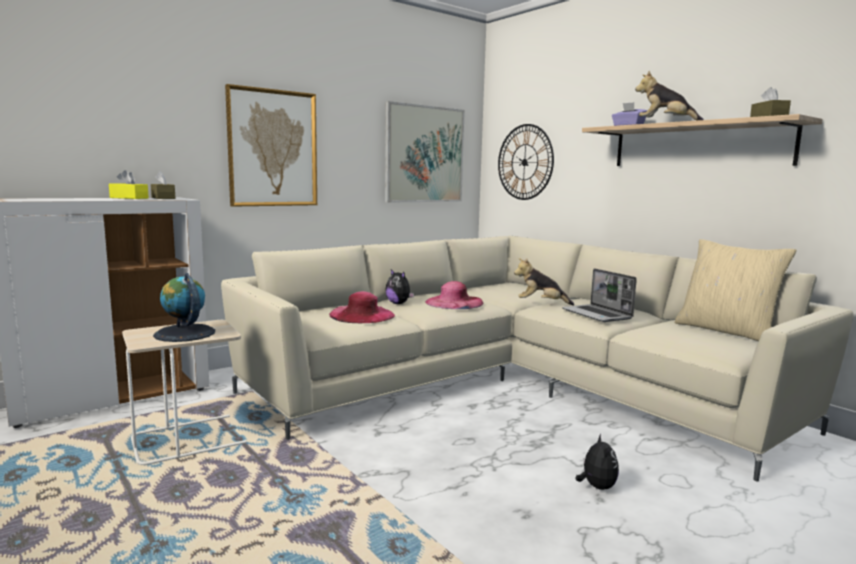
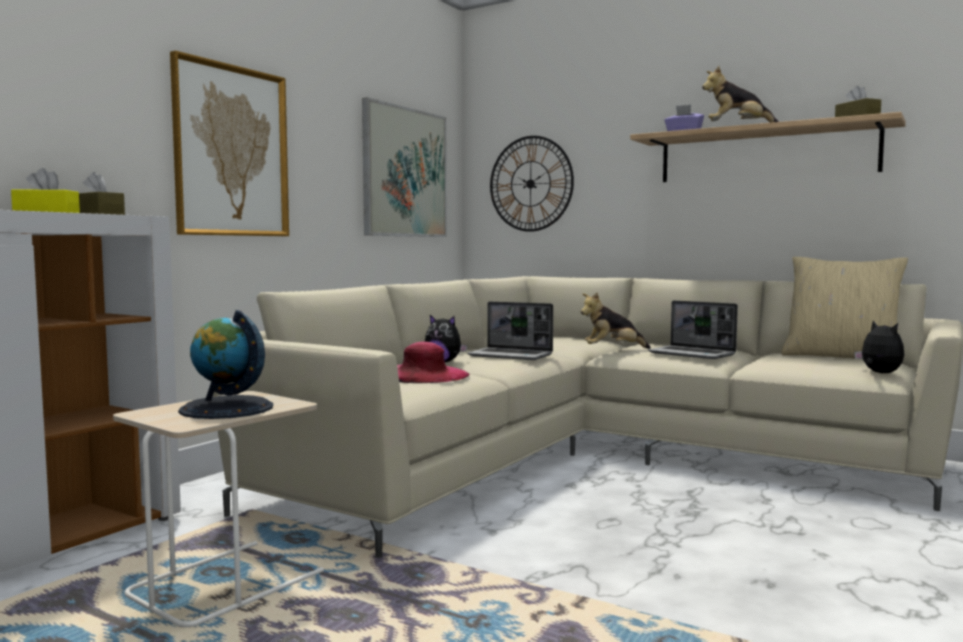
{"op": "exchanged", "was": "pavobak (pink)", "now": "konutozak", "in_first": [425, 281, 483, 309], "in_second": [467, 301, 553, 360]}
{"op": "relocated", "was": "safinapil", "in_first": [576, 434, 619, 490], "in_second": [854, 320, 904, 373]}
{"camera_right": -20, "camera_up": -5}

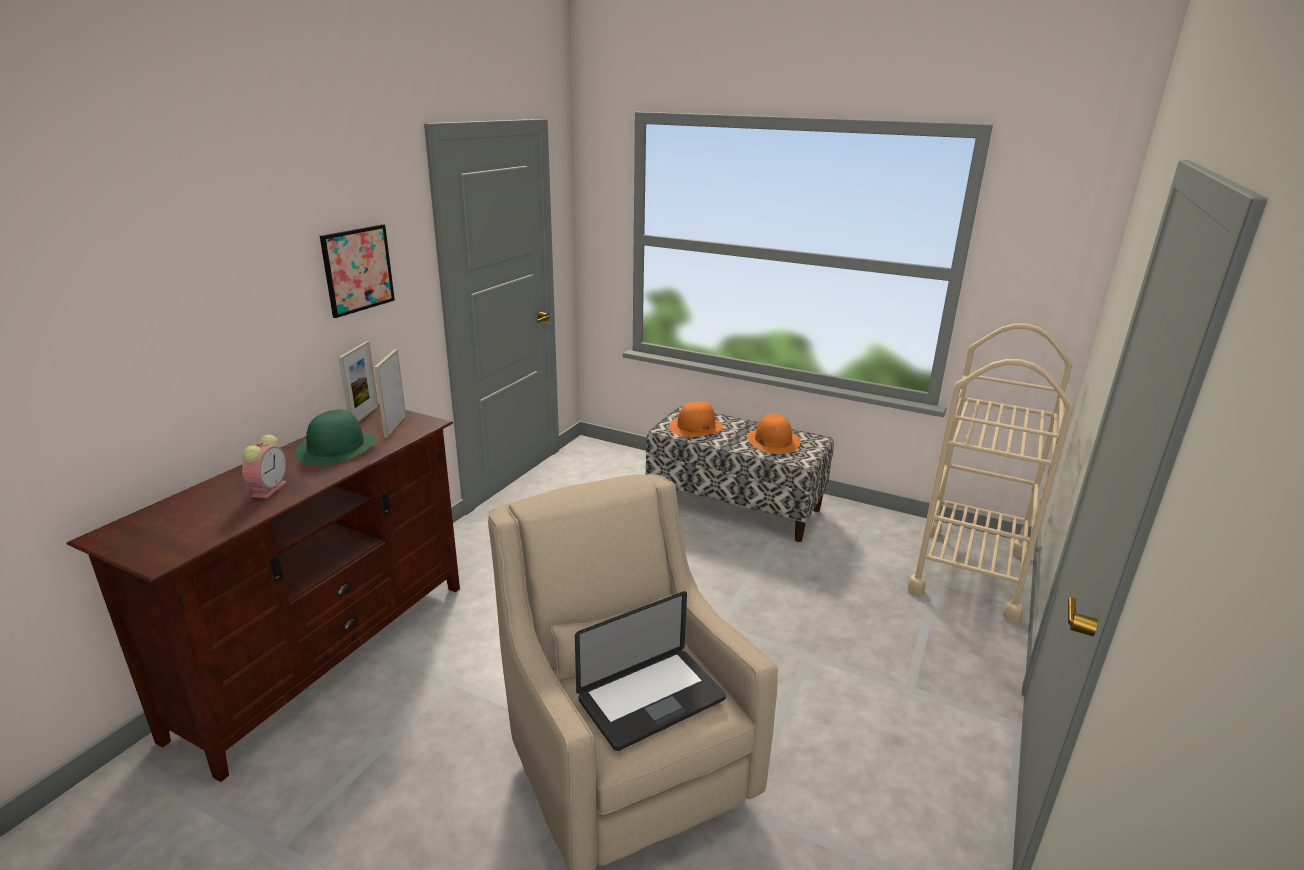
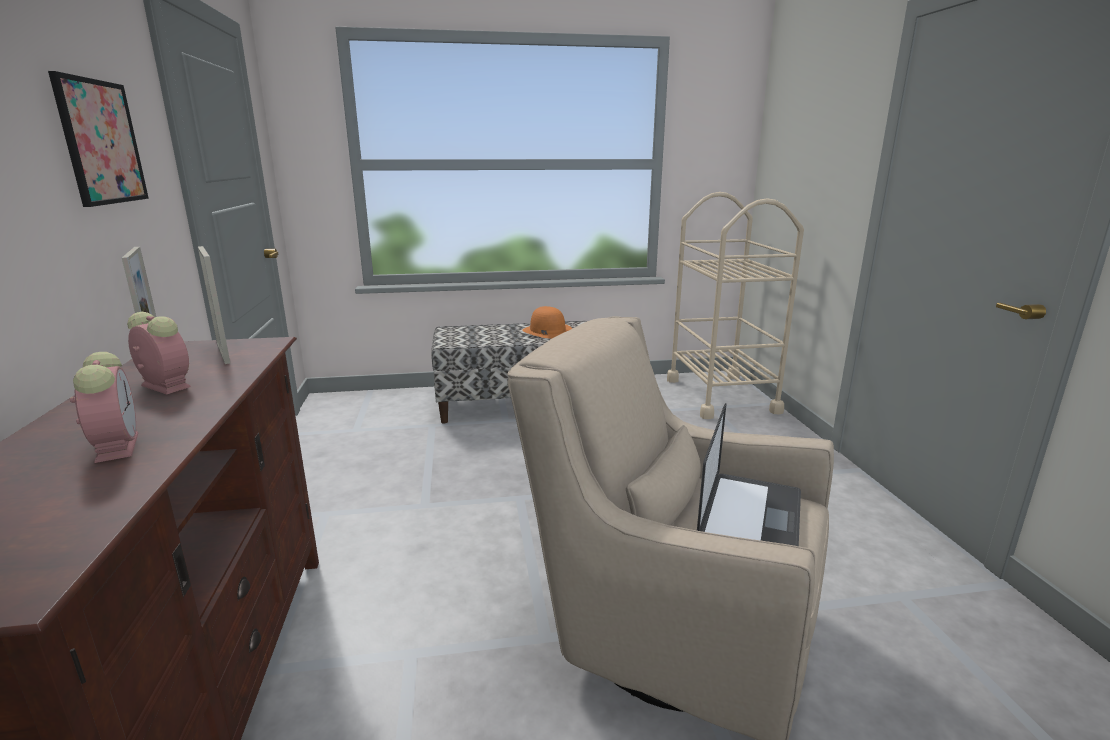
{"op": "exchanged", "was": "pavobak (green)", "now": "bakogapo", "in_first": [295, 410, 376, 466], "in_second": [127, 312, 191, 395]}
{"op": "missing", "was": "pavobak (orange)", "in_first": [669, 401, 723, 437]}
{"camera_right": -35, "camera_up": -5}

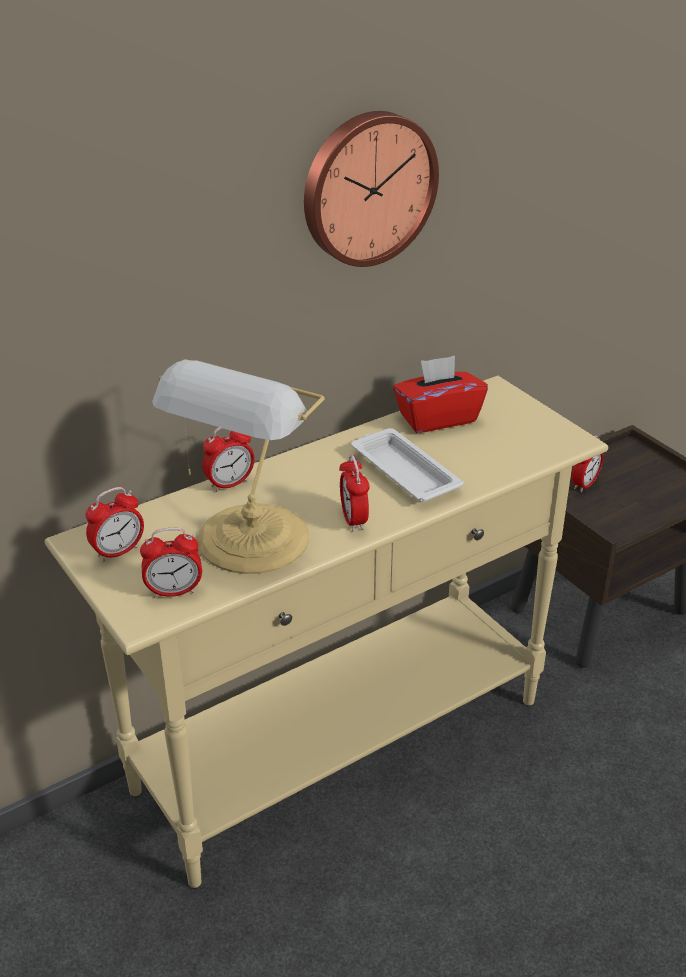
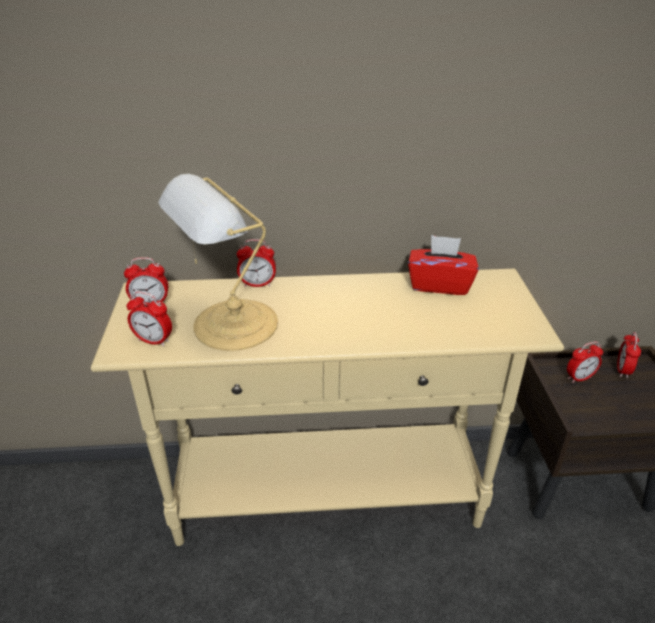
{"op": "missing", "was": "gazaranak", "in_first": [304, 111, 439, 267]}
{"op": "relocated", "was": "bakogapo", "in_first": [339, 455, 370, 531], "in_second": [617, 332, 641, 378]}
{"op": "missing", "was": "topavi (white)", "in_first": [351, 428, 464, 502]}
{"camera_right": 30, "camera_up": 0}

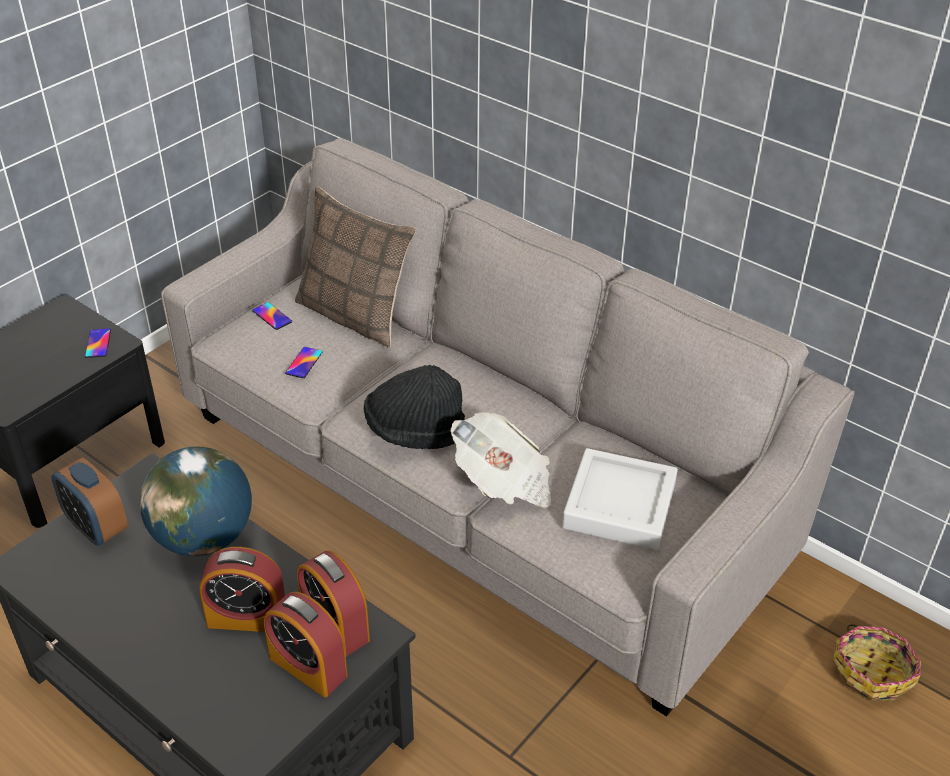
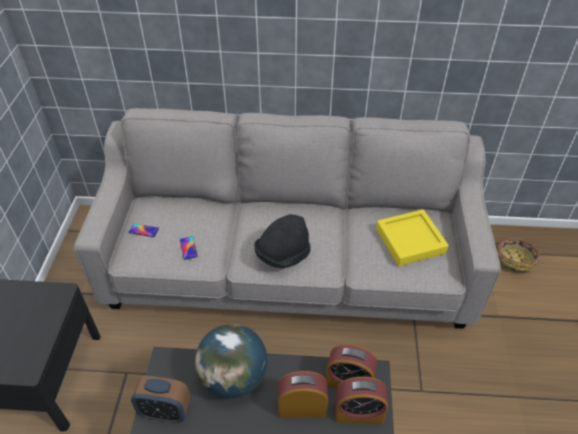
{"op": "missing", "was": "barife", "in_first": [85, 328, 111, 358]}
{"op": "spun", "was": "bakogapo", "in_first": [199, 547, 285, 632], "in_second": [278, 371, 328, 418], "clockwise": -150}
{"op": "missing", "was": "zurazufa", "in_first": [295, 186, 416, 347]}
{"op": "missing", "was": "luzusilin", "in_first": [451, 412, 551, 507]}
{"op": "colour", "was": "topavi (grey)", "now": "topavi (yellow)", "in_first": [562, 448, 678, 550], "in_second": [376, 209, 449, 266]}
{"camera_right": -35, "camera_up": 5}

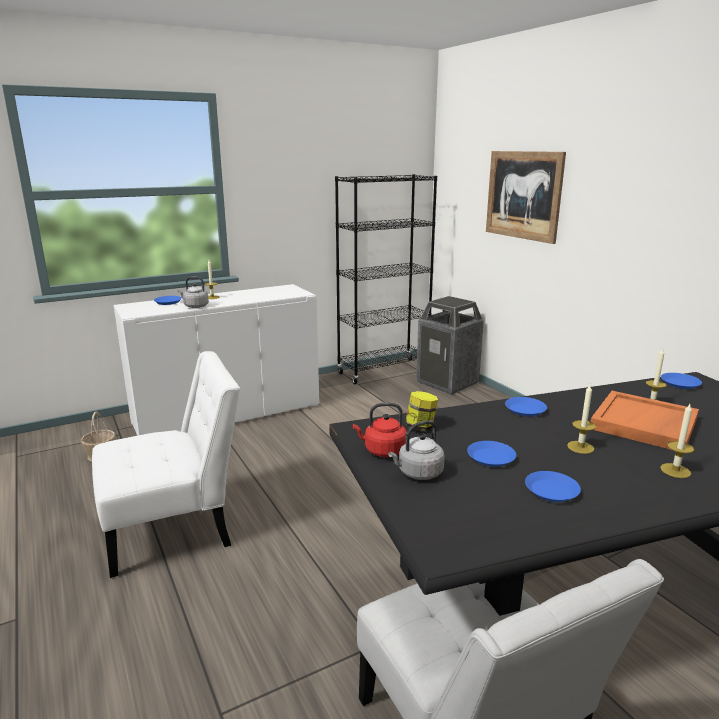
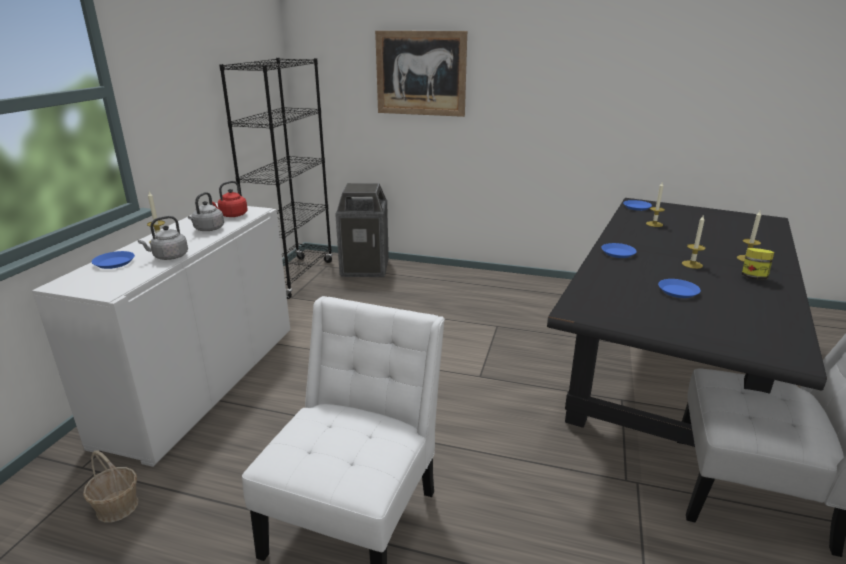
{"op": "relocated", "was": "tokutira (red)", "in_first": [353, 403, 407, 457], "in_second": [212, 181, 248, 217]}
{"op": "relocated", "was": "tokutira (grey)", "in_first": [388, 420, 445, 480], "in_second": [188, 192, 224, 231]}
{"op": "relocated", "was": "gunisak", "in_first": [406, 391, 438, 431], "in_second": [741, 248, 774, 280]}
{"op": "missing", "was": "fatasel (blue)", "in_first": [525, 471, 581, 502]}
{"op": "missing", "was": "topavi (orange)", "in_first": [590, 391, 699, 449]}
{"camera_right": -45, "camera_up": 5}

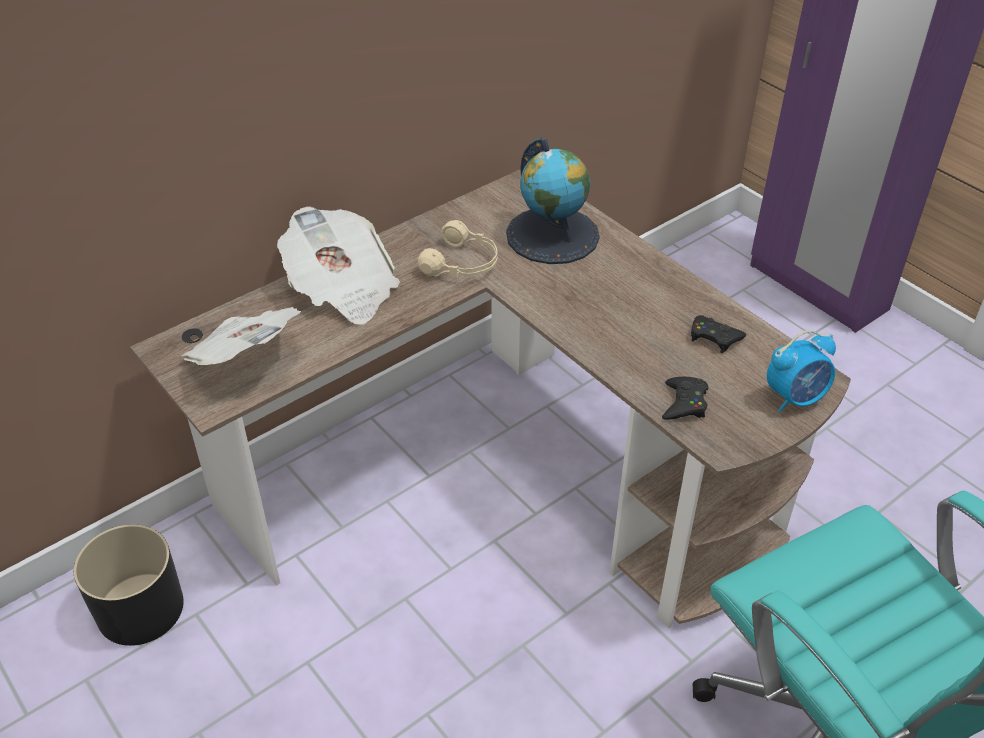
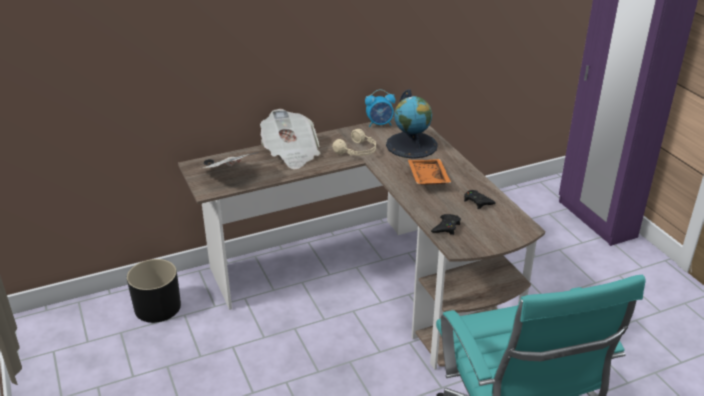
{"op": "relocated", "was": "bakogapo", "in_first": [767, 330, 836, 413], "in_second": [365, 89, 395, 128]}
{"op": "appeared", "now": "topavi (orange)", "in_second": [408, 159, 451, 185]}
{"camera_right": 15, "camera_up": -10}

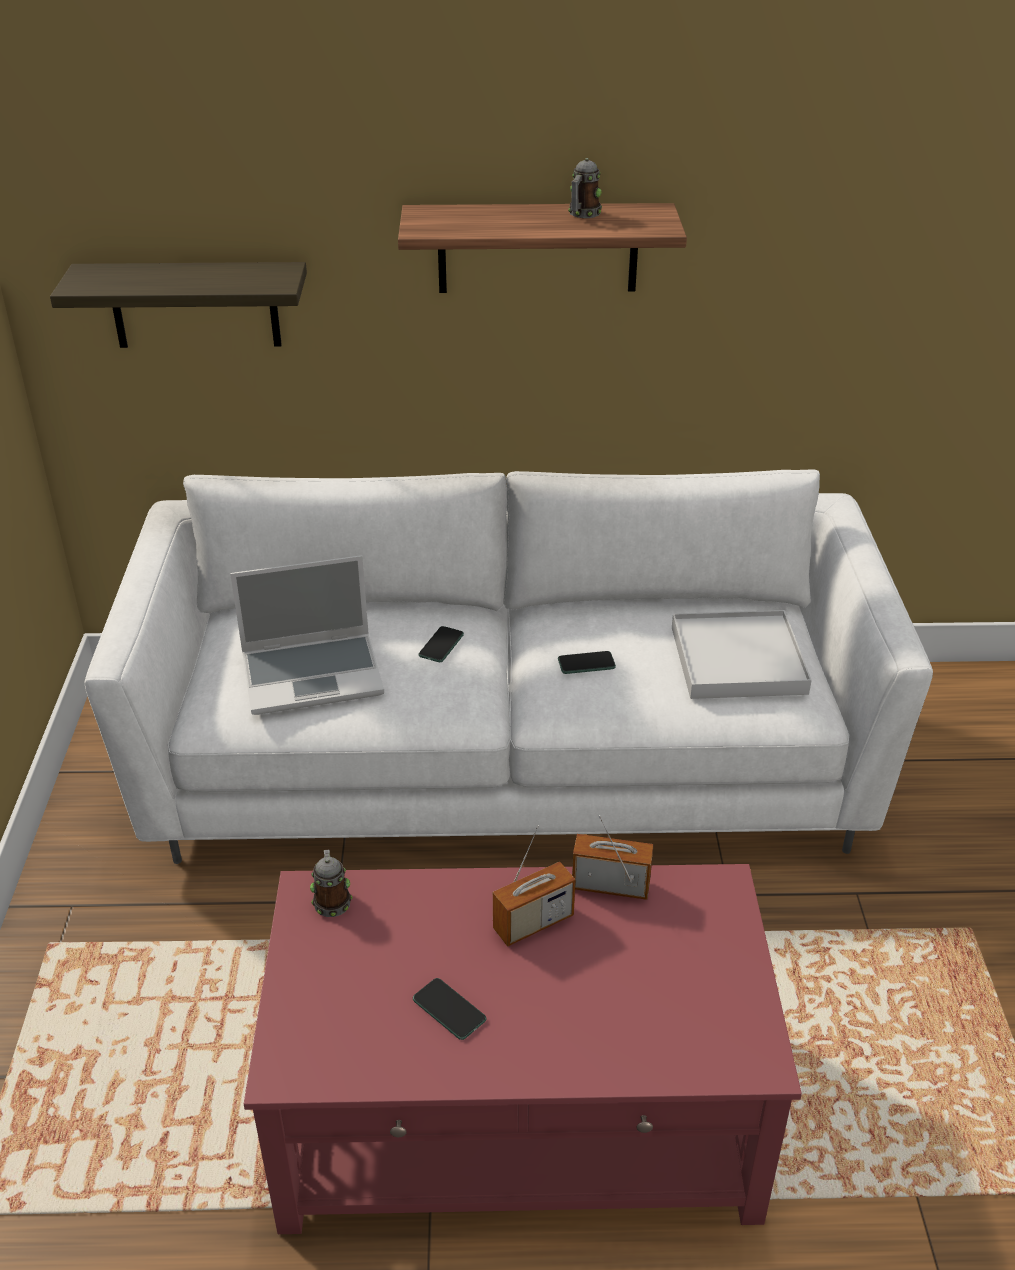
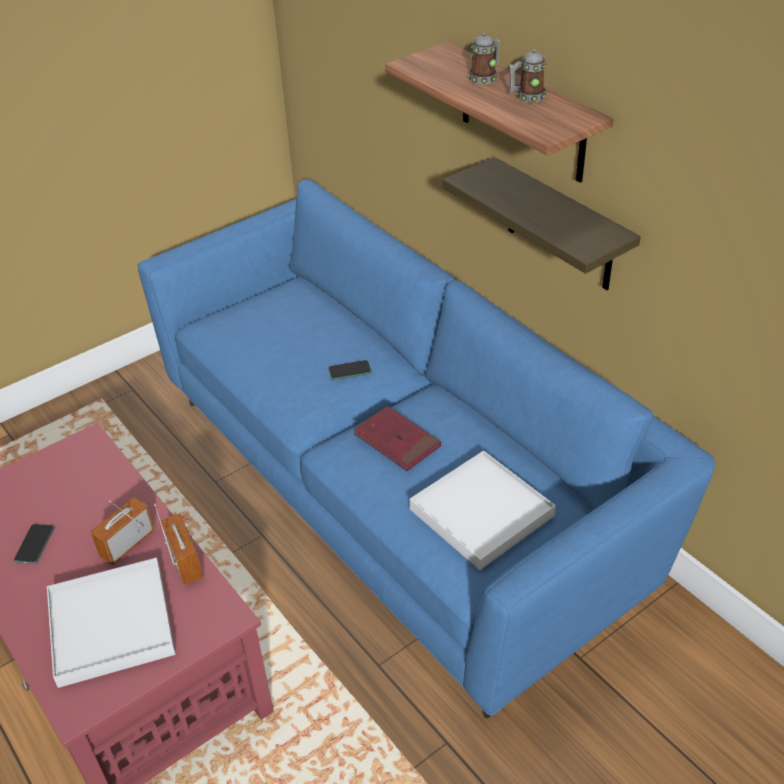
{"op": "relocated", "was": "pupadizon", "in_first": [50, 262, 307, 348], "in_second": [442, 157, 641, 290]}
{"op": "colour", "was": "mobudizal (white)", "now": "mobudizal (blue)", "in_first": [85, 470, 933, 864], "in_second": [137, 179, 715, 718]}
{"op": "missing", "was": "konutozak", "in_first": [230, 555, 384, 715]}
{"op": "relocated", "was": "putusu", "in_first": [310, 849, 352, 917], "in_second": [468, 33, 500, 85]}
{"op": "spun", "was": "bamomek", "in_first": [493, 825, 575, 946], "in_second": [90, 497, 154, 565], "clockwise": 105}
{"op": "exchanged", "was": "barife", "now": "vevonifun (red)", "in_first": [558, 651, 616, 674], "in_second": [354, 406, 441, 471]}
{"op": "appeared", "now": "topavi (white)", "in_second": [47, 558, 176, 688]}
{"camera_right": 55, "camera_up": 5}

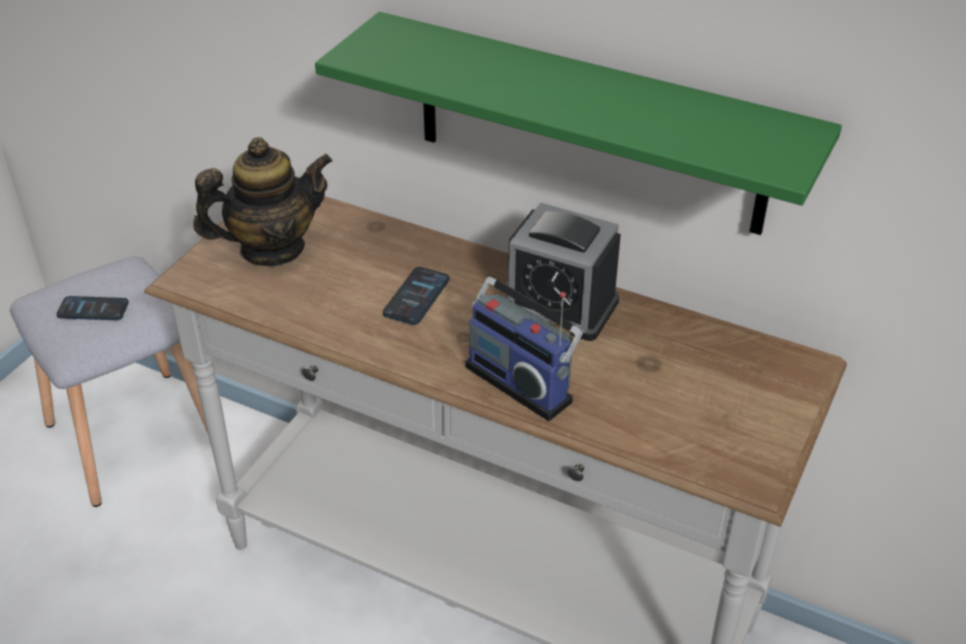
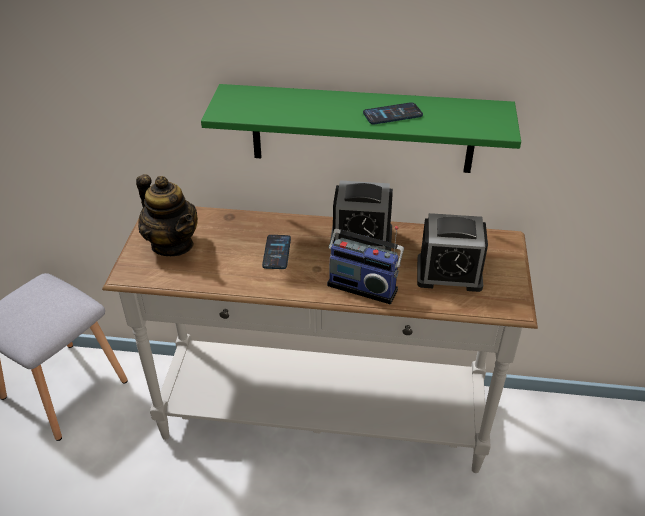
{"op": "relocated", "was": "barife", "in_first": [56, 296, 129, 320], "in_second": [363, 102, 423, 124]}
{"op": "spun", "was": "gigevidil", "in_first": [193, 137, 332, 266], "in_second": [136, 174, 198, 256], "clockwise": 90}
{"op": "appeared", "now": "bakogapo", "in_second": [417, 213, 488, 292]}
{"camera_right": -20, "camera_up": 0}

